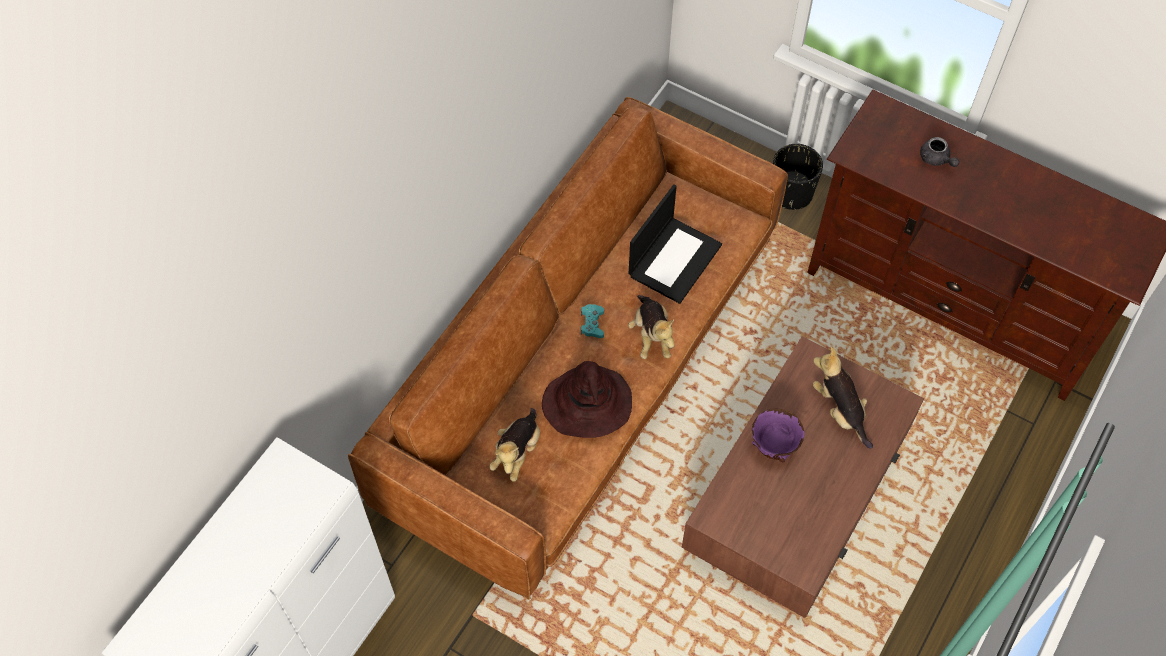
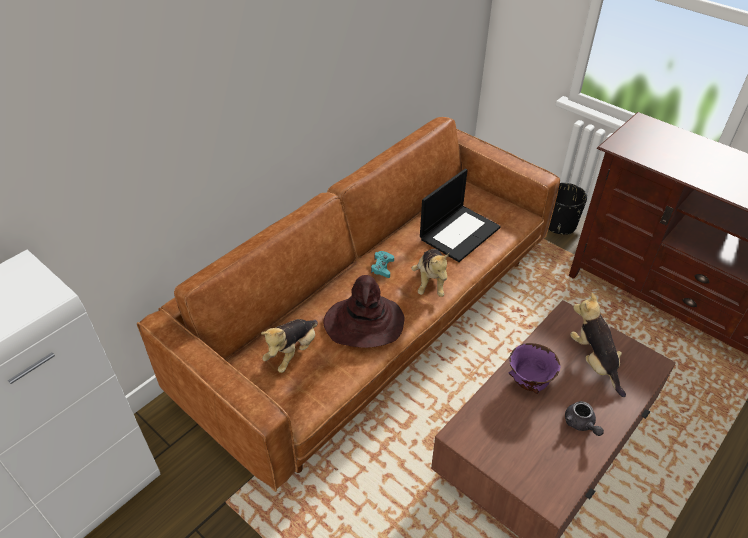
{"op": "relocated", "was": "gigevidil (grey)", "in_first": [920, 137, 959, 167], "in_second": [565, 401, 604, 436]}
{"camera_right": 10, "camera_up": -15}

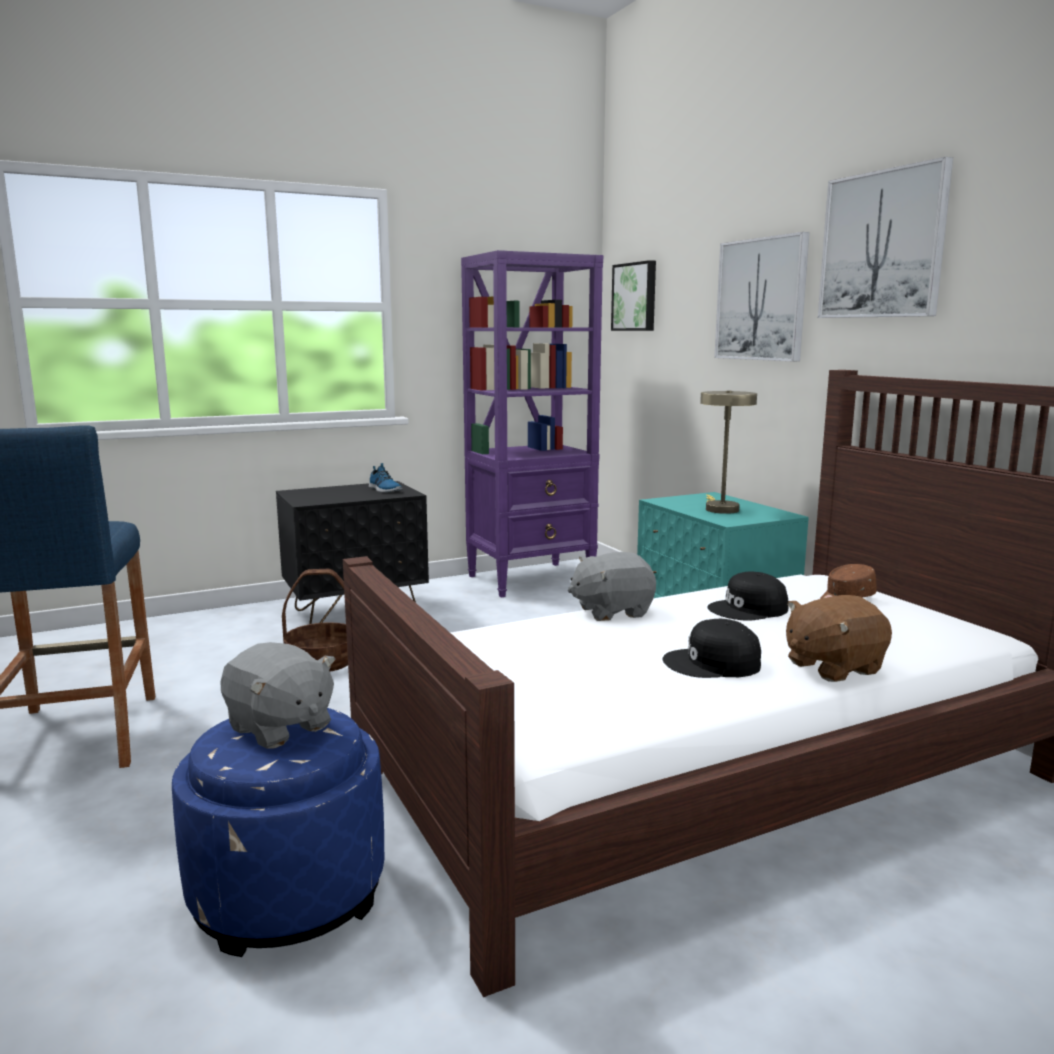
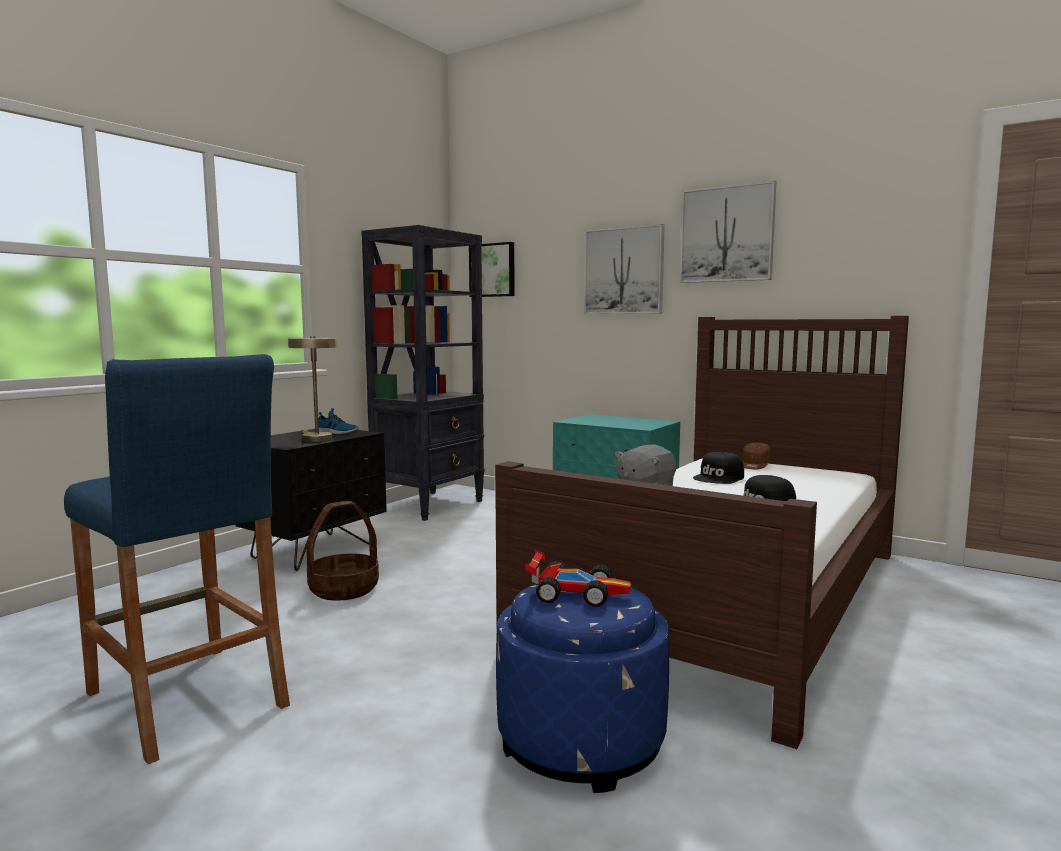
{"op": "exchanged", "was": "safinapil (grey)", "now": "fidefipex", "in_first": [221, 642, 335, 748], "in_second": [526, 549, 631, 607]}
{"op": "colour", "was": "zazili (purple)", "now": "zazili (black)", "in_first": [461, 250, 603, 597], "in_second": [361, 225, 485, 521]}
{"op": "relocated", "was": "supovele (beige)", "in_first": [700, 391, 757, 514], "in_second": [288, 336, 338, 442]}
{"op": "missing", "was": "safinapil (brown)", "in_first": [786, 595, 892, 682]}
{"camera_right": -30, "camera_up": -5}

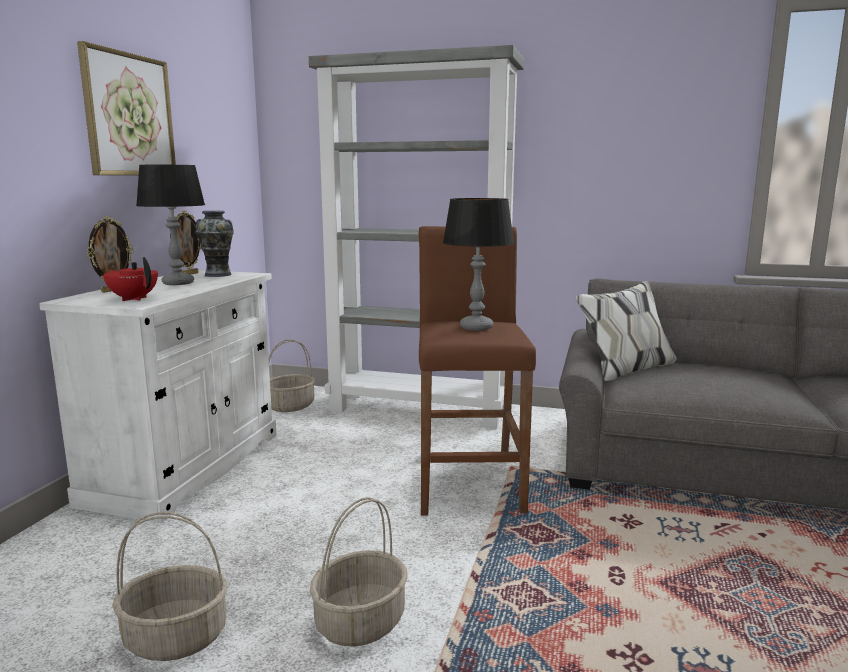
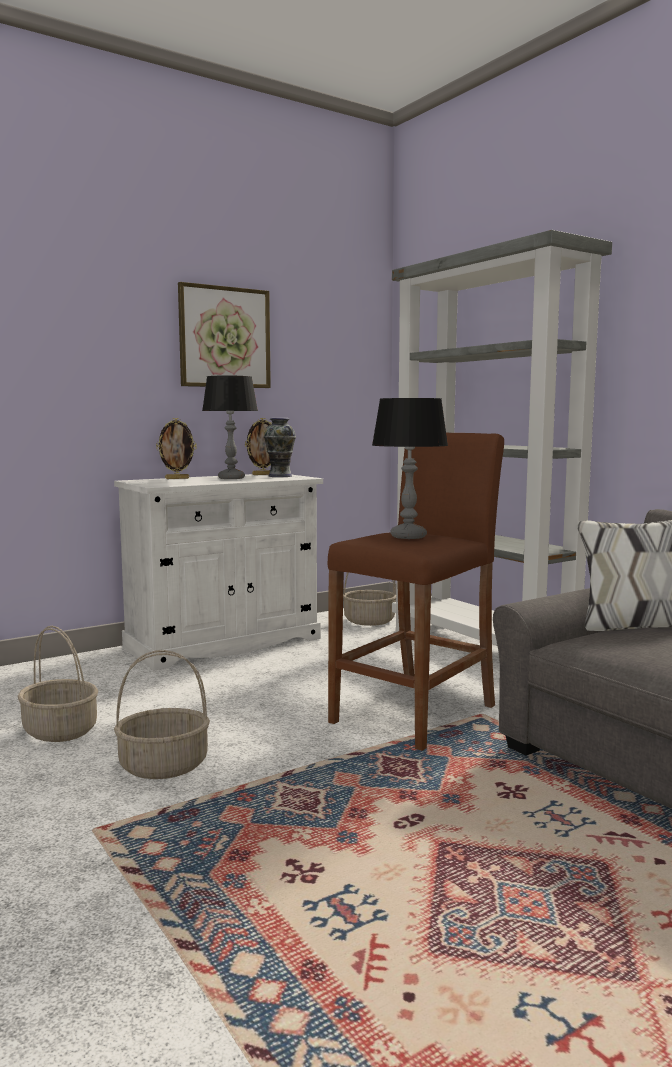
{"op": "missing", "was": "gigevidil (red)", "in_first": [103, 257, 158, 301]}
{"camera_right": 40, "camera_up": -5}

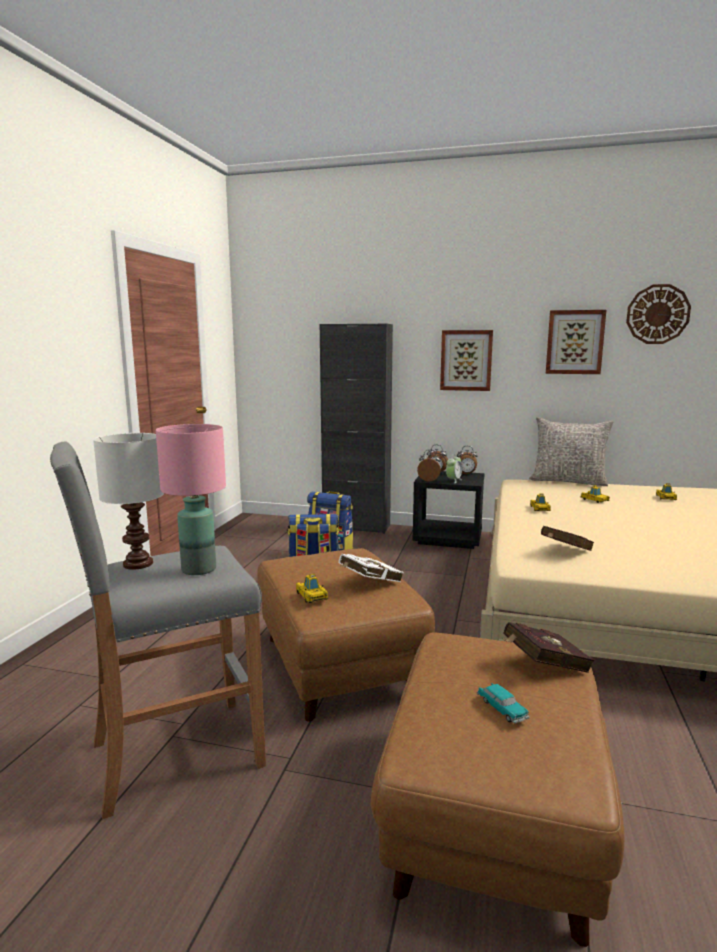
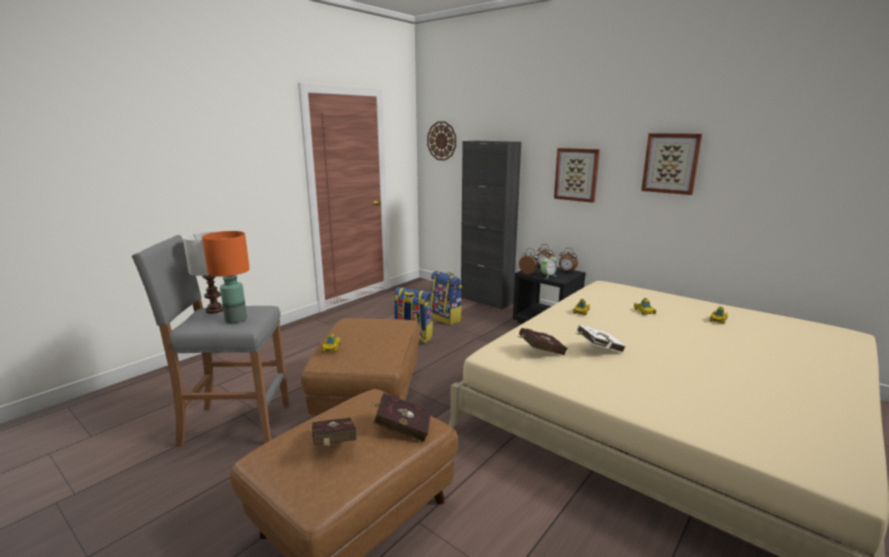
{"op": "colour", "was": "supovele (pink)", "now": "supovele (orange)", "in_first": [156, 424, 226, 575], "in_second": [202, 231, 250, 323]}
{"op": "relocated", "was": "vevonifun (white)", "in_first": [339, 554, 404, 582], "in_second": [576, 325, 626, 353]}
{"op": "exchanged", "was": "fidefipex", "now": "vevonifun (red)", "in_first": [477, 683, 530, 724], "in_second": [312, 417, 356, 446]}
{"op": "missing", "was": "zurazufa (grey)", "in_first": [529, 417, 613, 486]}
{"op": "relocated", "was": "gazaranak", "in_first": [626, 284, 691, 344], "in_second": [427, 121, 456, 161]}
{"camera_right": 25, "camera_up": 5}

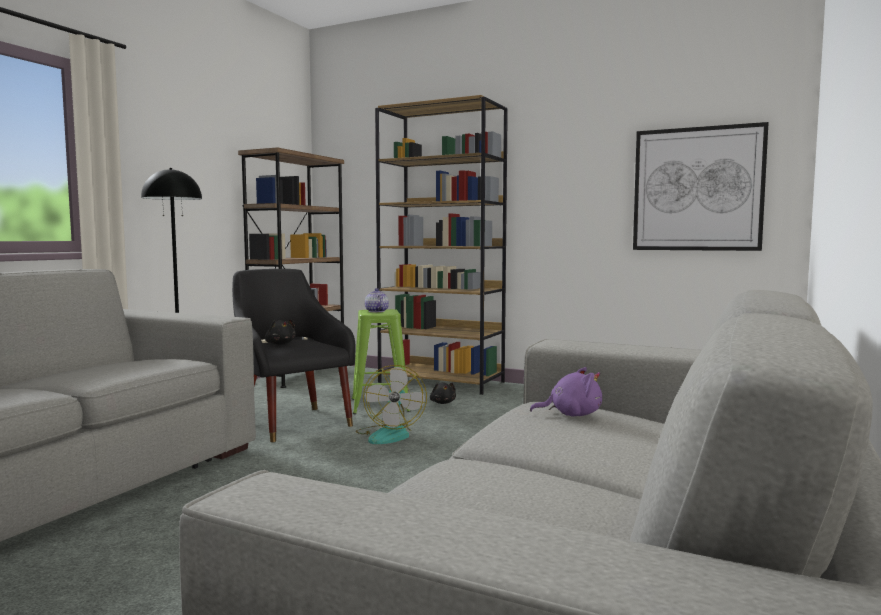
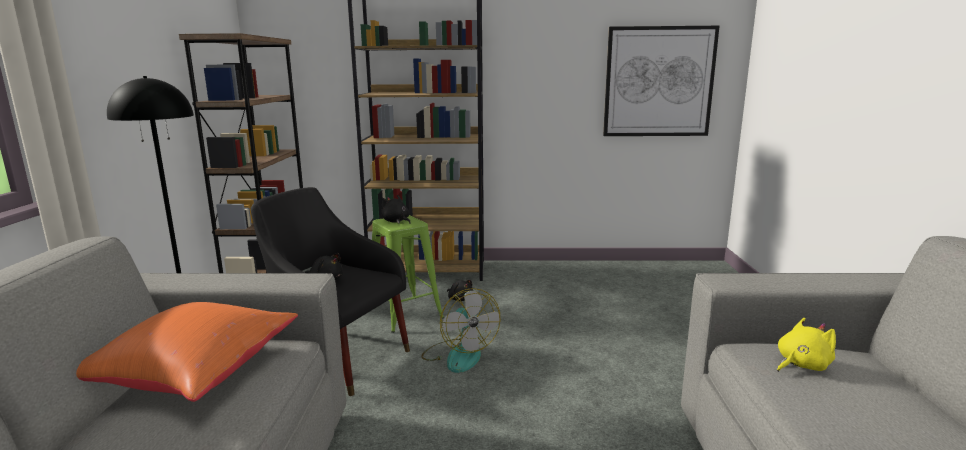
{"op": "exchanged", "was": "gigevidil", "now": "safinapil (black)", "in_first": [365, 288, 389, 312], "in_second": [381, 195, 410, 224]}
{"op": "colour", "was": "safinapil (purple)", "now": "safinapil (yellow)", "in_first": [530, 367, 602, 417], "in_second": [777, 318, 836, 372]}
{"op": "appeared", "now": "zurazufa (orange)", "in_second": [76, 302, 298, 402]}
{"camera_right": -25, "camera_up": 10}

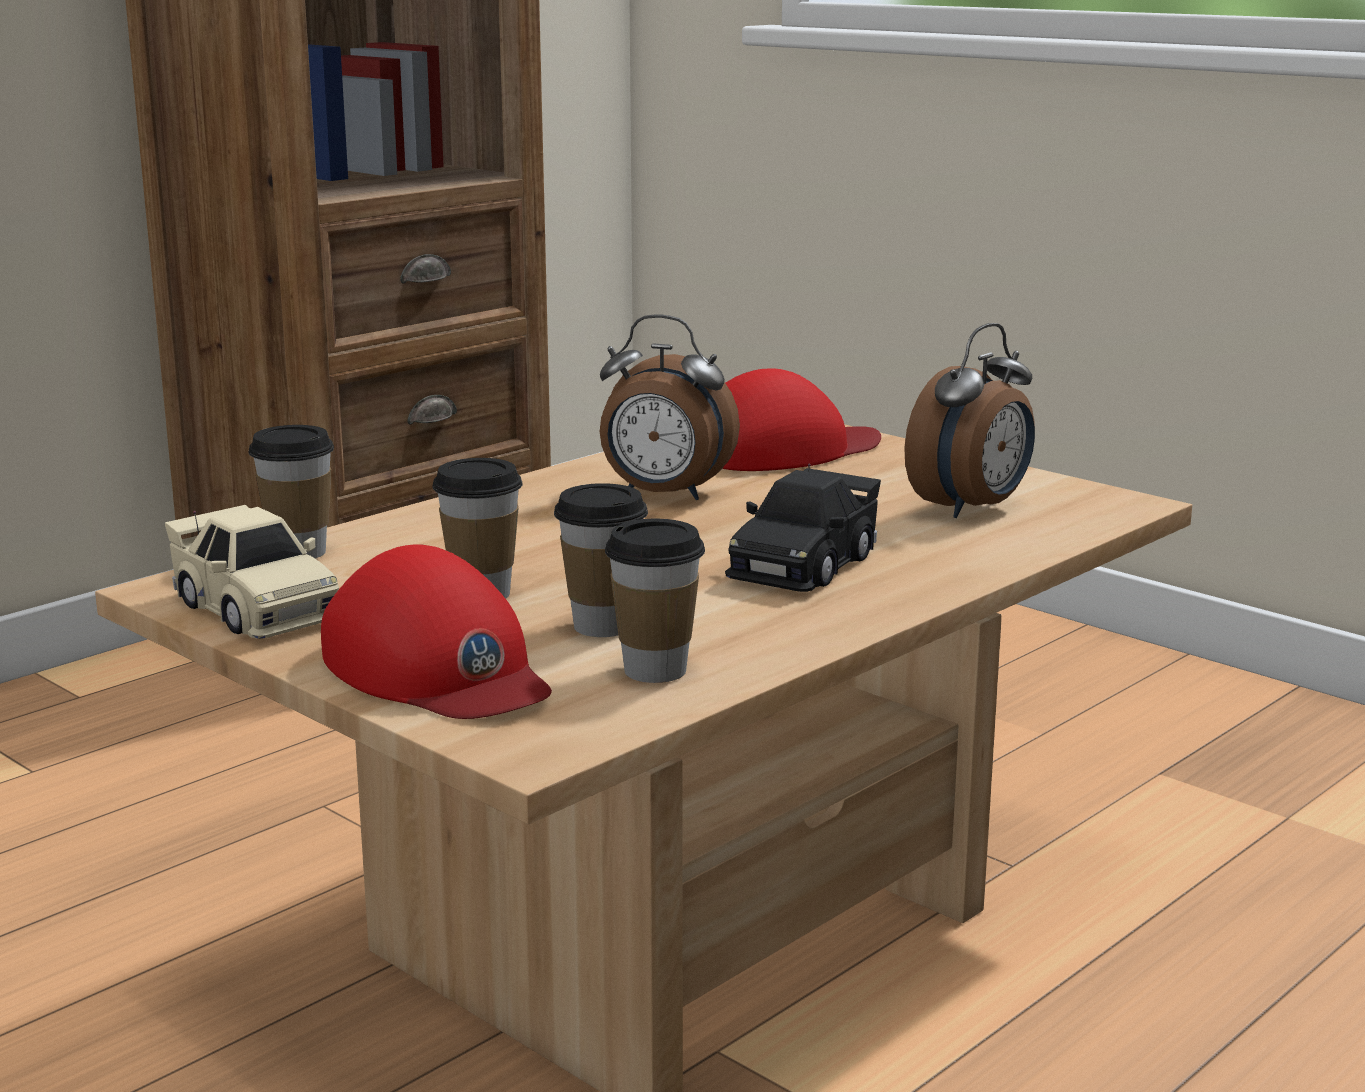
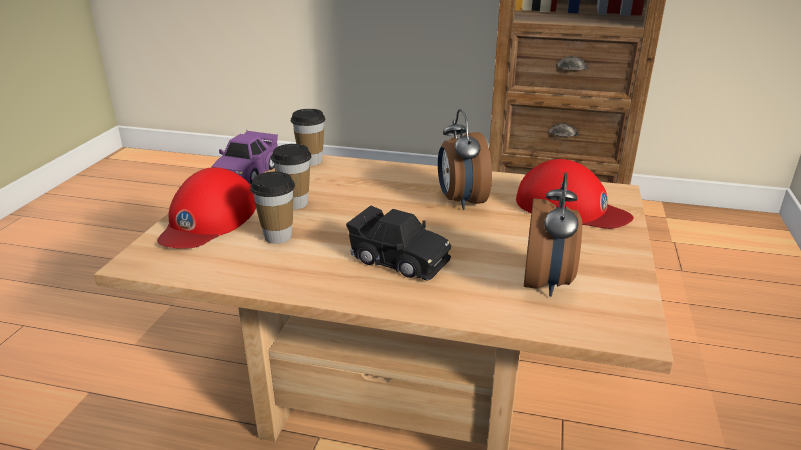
{"op": "colour", "was": "fidefipex (beige)", "now": "fidefipex (purple)", "in_first": [165, 505, 339, 639], "in_second": [211, 130, 278, 185]}
{"op": "missing", "was": "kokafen", "in_first": [605, 519, 705, 683]}
{"op": "spun", "was": "fidefipex (black)", "in_first": [725, 464, 881, 592], "in_second": [346, 206, 451, 280], "clockwise": -150}
{"op": "spun", "was": "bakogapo", "in_first": [904, 323, 1035, 518], "in_second": [524, 172, 582, 297], "clockwise": -90}
{"camera_right": 60, "camera_up": 10}

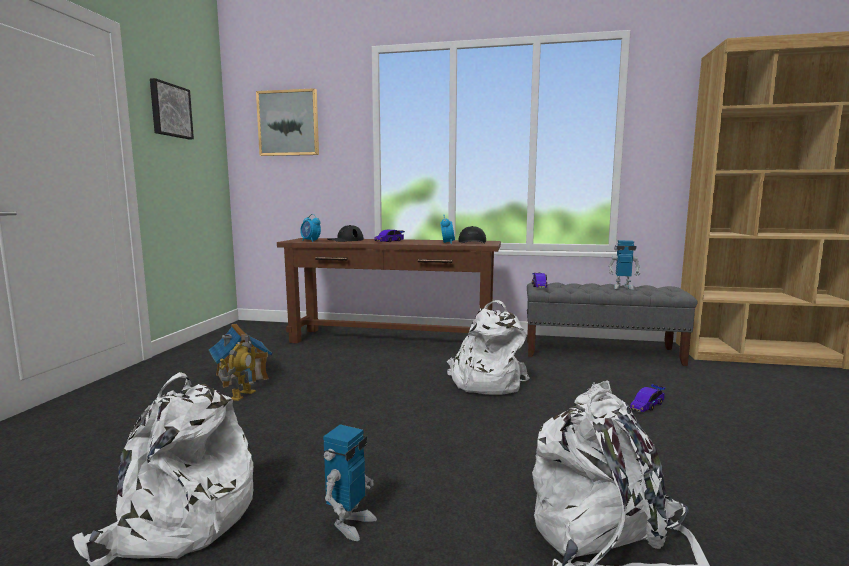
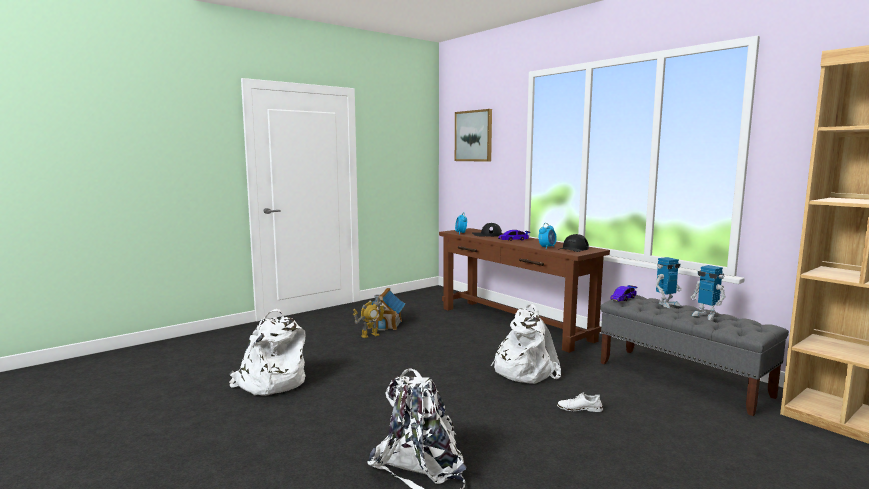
{"op": "missing", "was": "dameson", "in_first": [150, 78, 194, 139]}
{"op": "relocated", "was": "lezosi", "in_first": [323, 424, 377, 541], "in_second": [655, 257, 682, 308]}
{"op": "missing", "was": "fidefipex", "in_first": [630, 384, 666, 412]}
{"camera_right": 40, "camera_up": 0}

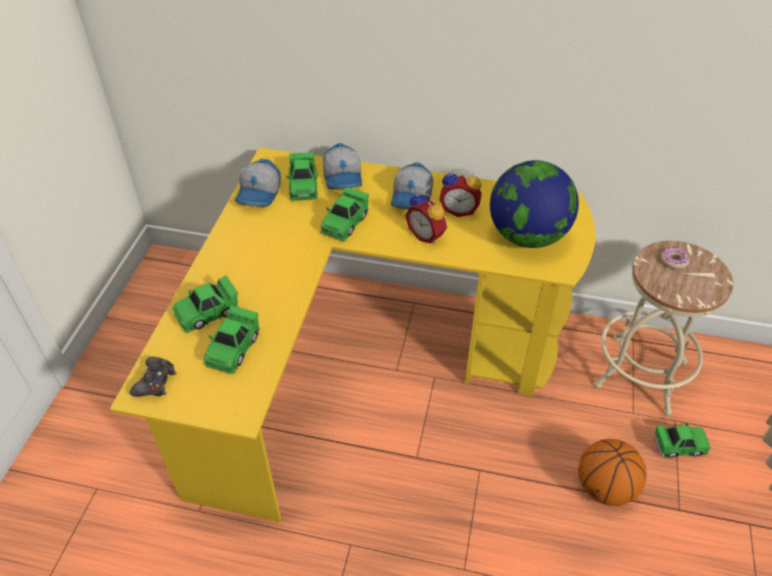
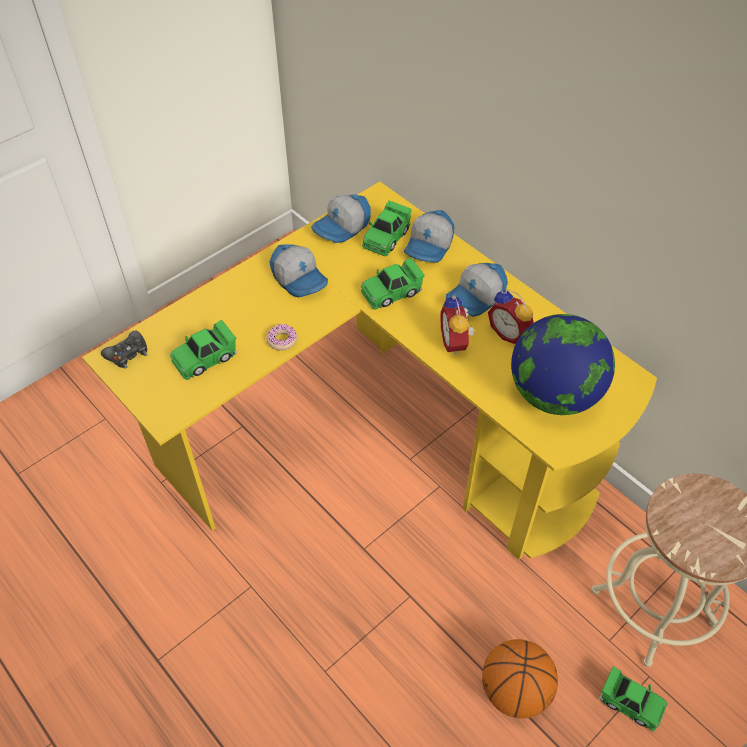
{"op": "missing", "was": "fidefipex (green)", "in_first": [172, 275, 239, 333]}
{"op": "relocated", "was": "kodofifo", "in_first": [661, 247, 689, 269], "in_second": [266, 324, 297, 351]}
{"op": "appeared", "now": "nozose", "in_second": [269, 244, 328, 298]}
{"camera_right": 35, "camera_up": 5}

